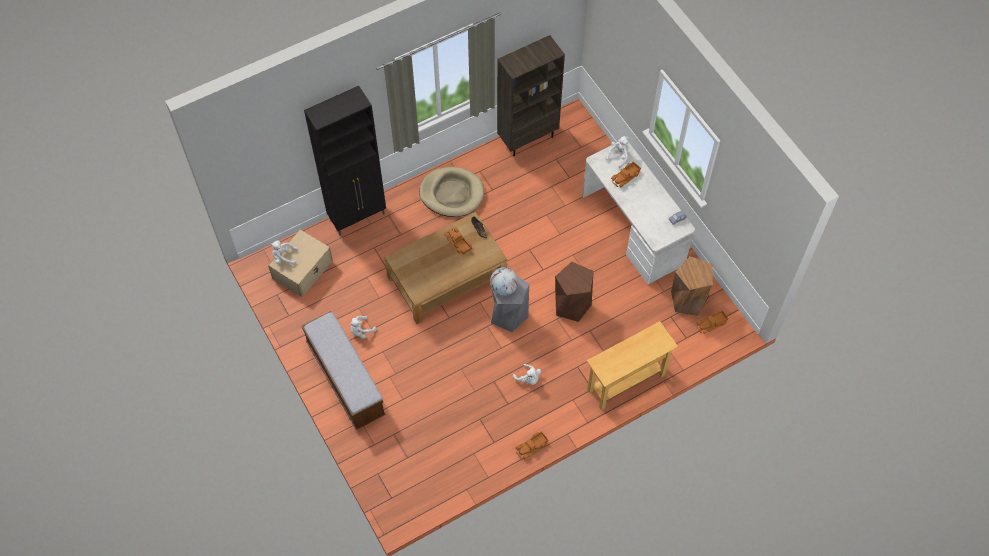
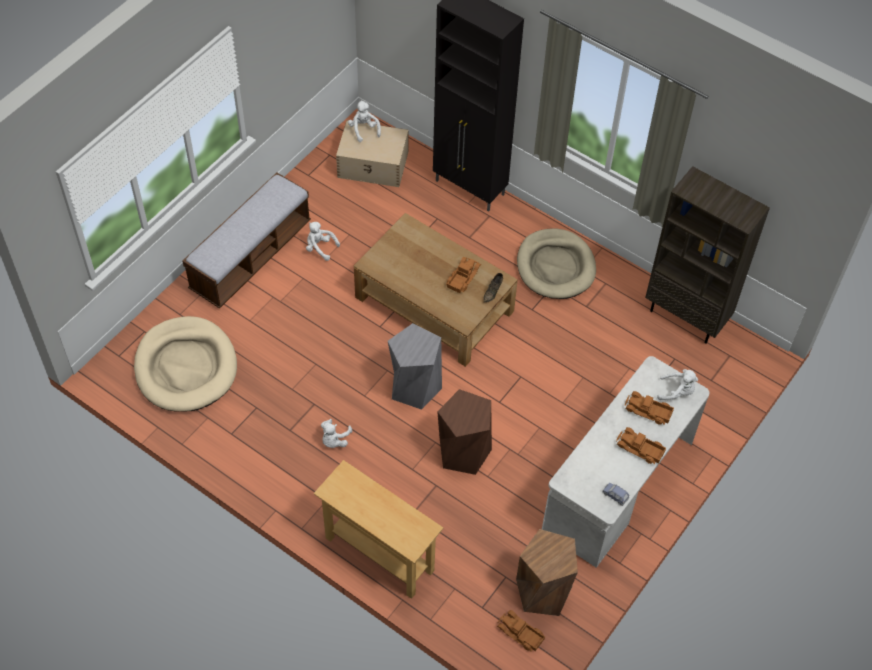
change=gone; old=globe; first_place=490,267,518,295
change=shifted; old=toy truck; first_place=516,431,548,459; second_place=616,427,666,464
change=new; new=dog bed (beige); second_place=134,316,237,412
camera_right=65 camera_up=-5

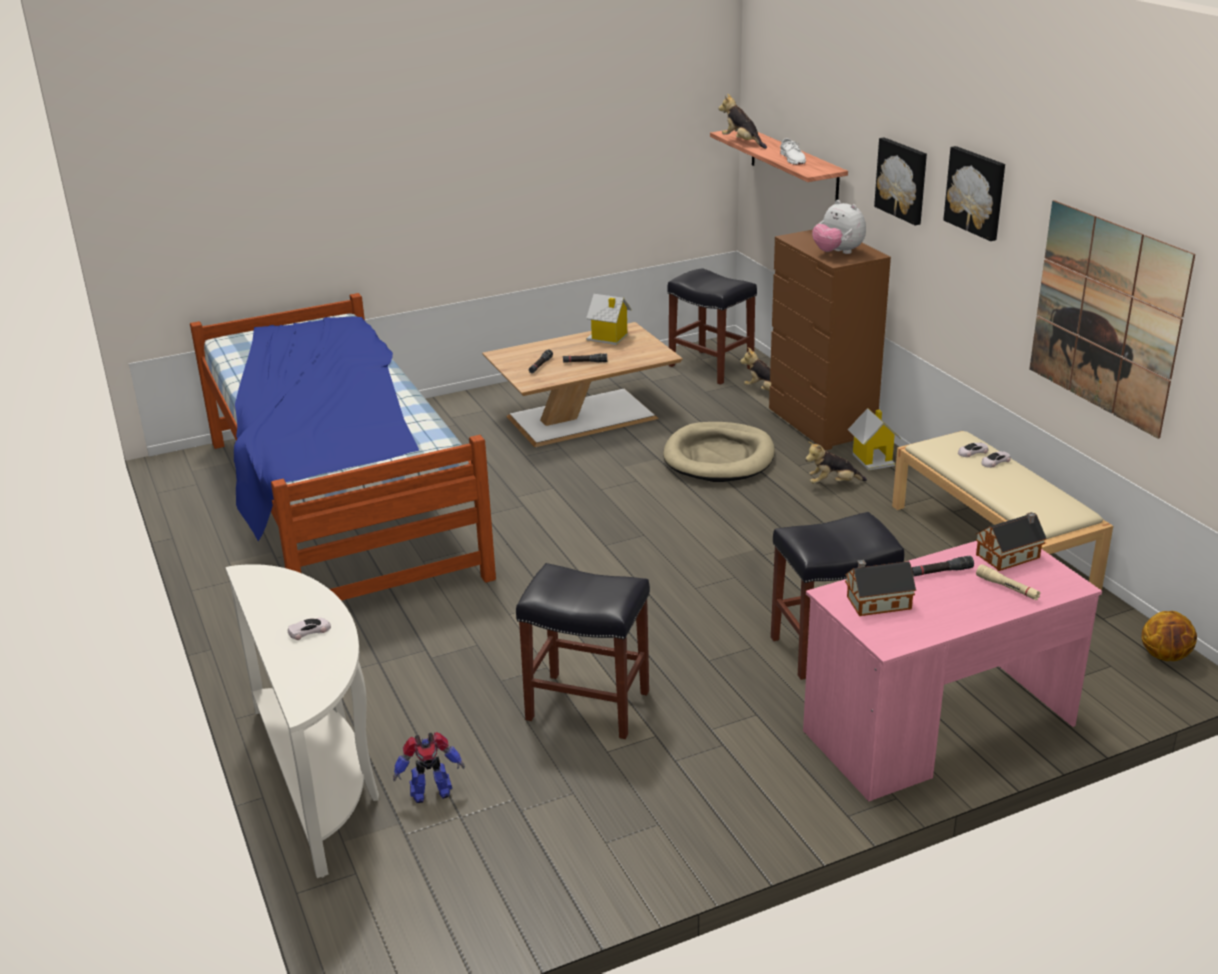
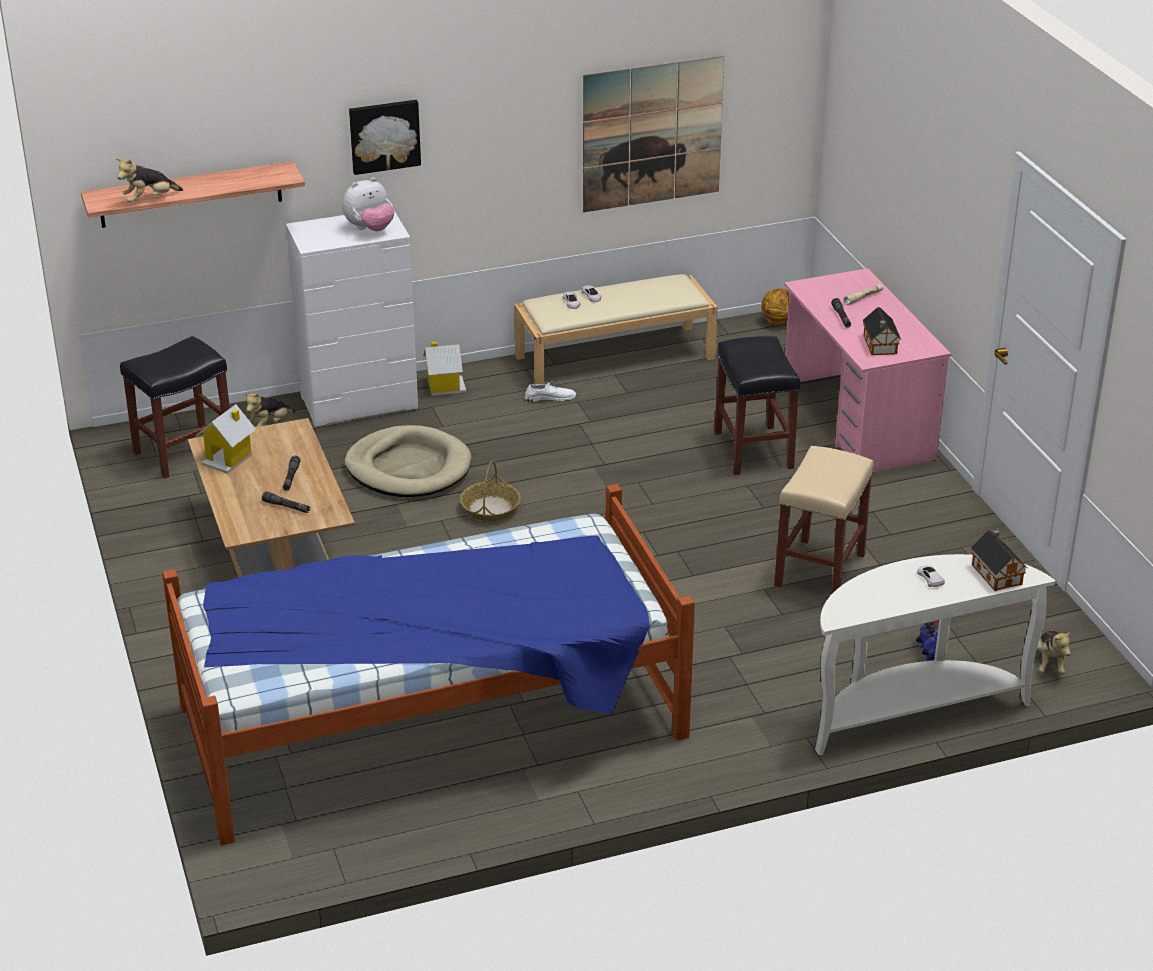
change=repainted; old=stool (black); new=stool (beige); first_place=516,563,650,739; second_place=774,446,874,594
change=repainted; old=dresser (brown); new=dresser (white); first_place=769,230,891,451; second_place=286,211,418,427
change=shifted; old=shoe (white); first_place=780,138,806,165; second_place=525,381,576,402
change=shifted; old=plush toy; first_place=805,441,867,484; second_place=1036,630,1072,674
change=gone; old=picture; first_place=943,146,1005,241
change=shifted; old=toy house; first_place=976,512,1047,571; second_place=971,529,1027,591
change=new; new=basket; second_place=460,461,521,521
camera_right=-85 camera_up=5

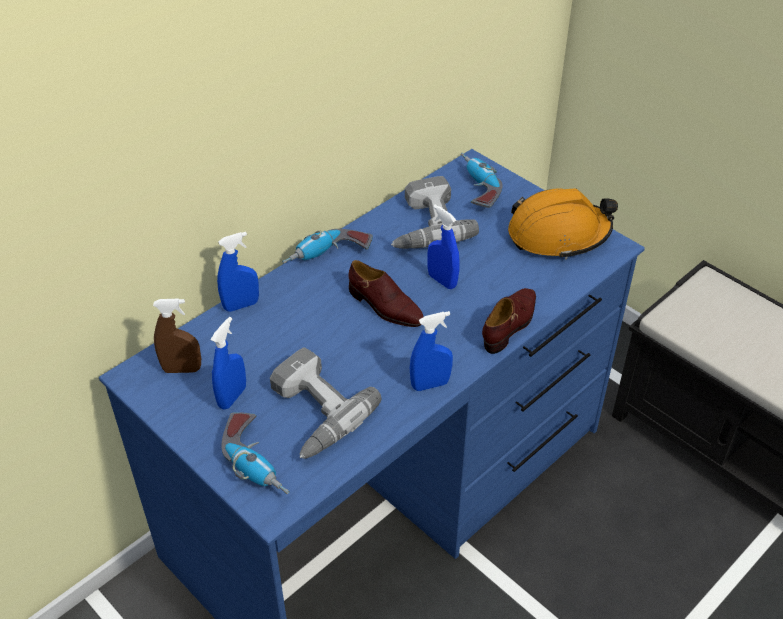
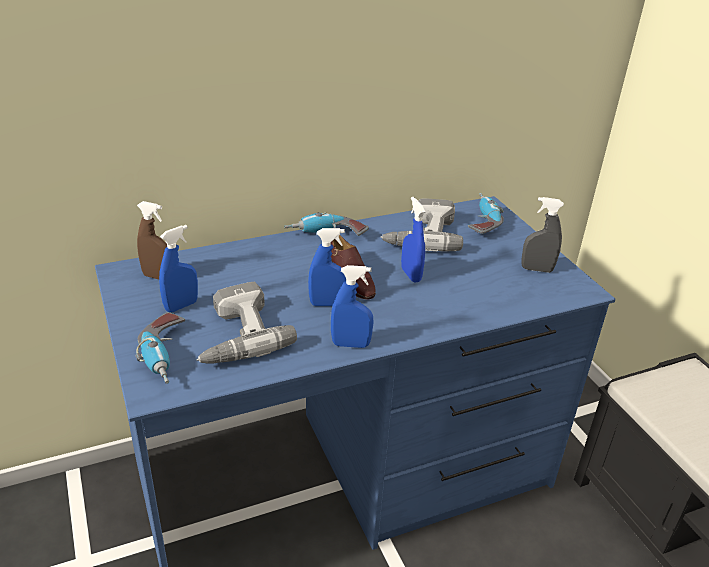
change=shifted; old=spray bottle (blue); first_place=217,232,259,312; second_place=308,228,346,306
change=gone; old=shoe (brown); first_place=482,288,536,354
change=swapped; old=hard hat (orange); new=spray bottle (grey); first_place=508,188,618,260; second_place=521,197,564,273
camera_right=20 camera_up=-10

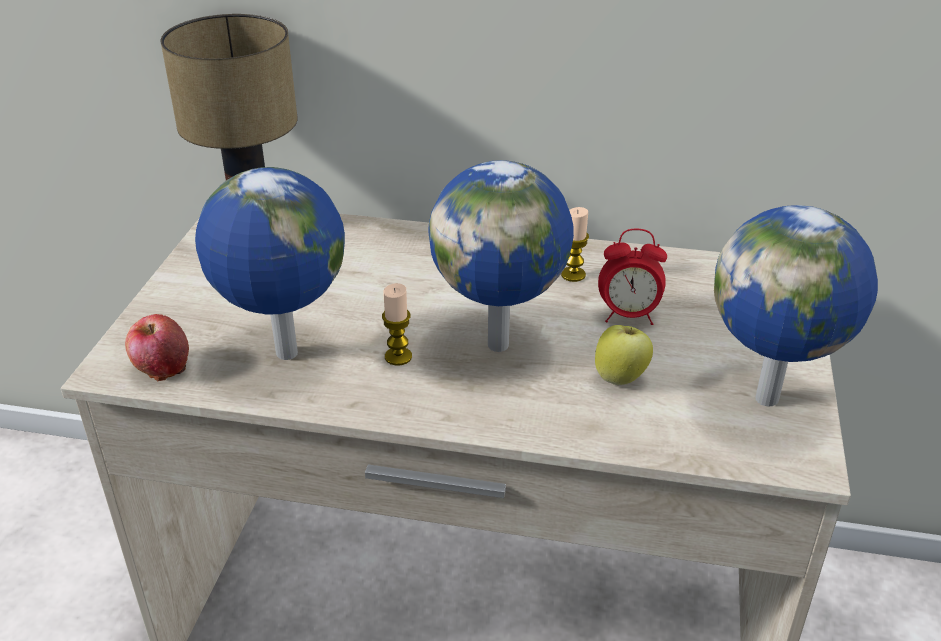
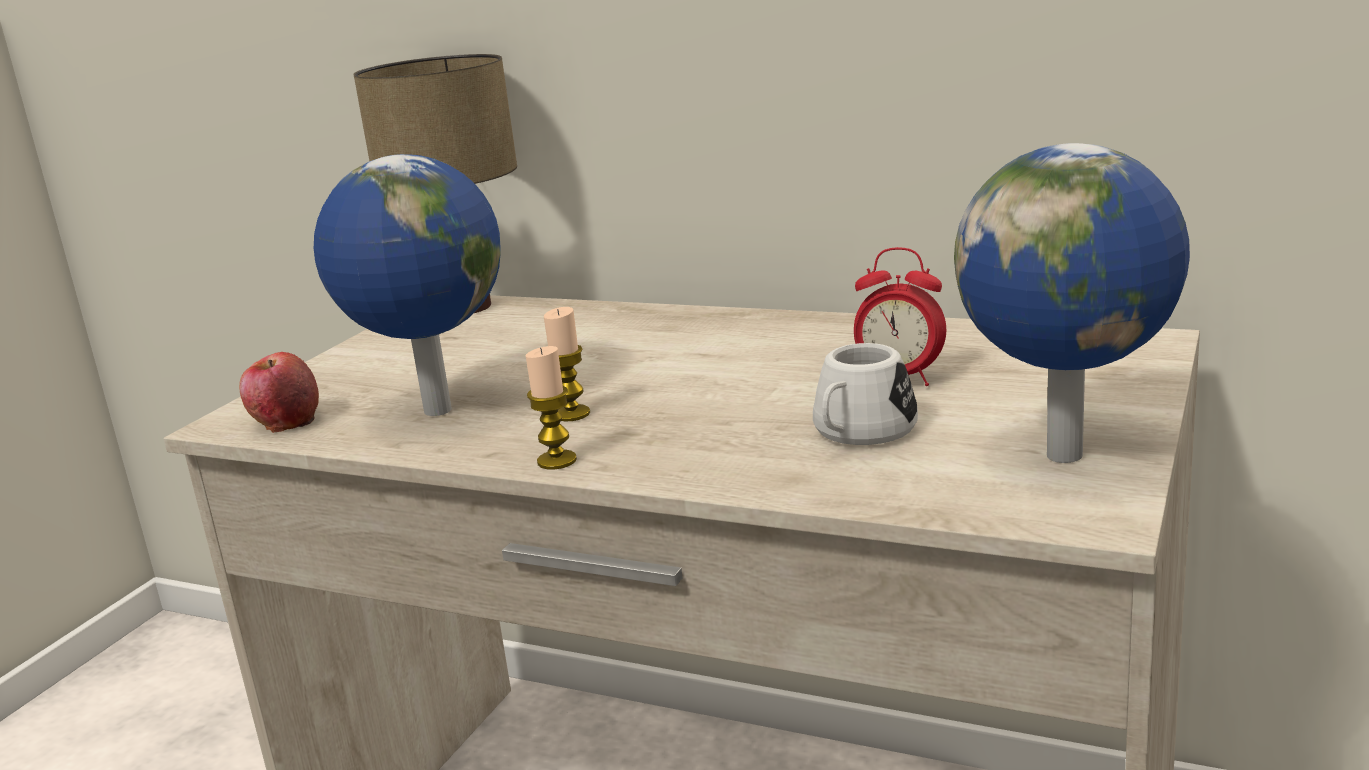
change=gone; old=globe; first_place=428,160,574,352
change=shifted; old=candle; first_place=561,207,589,282; second_place=526,346,577,469
change=swapped; old=apple; new=mug (white); first_place=595,325,653,385; second_place=813,343,918,445
camera_right=15 camera_up=-15

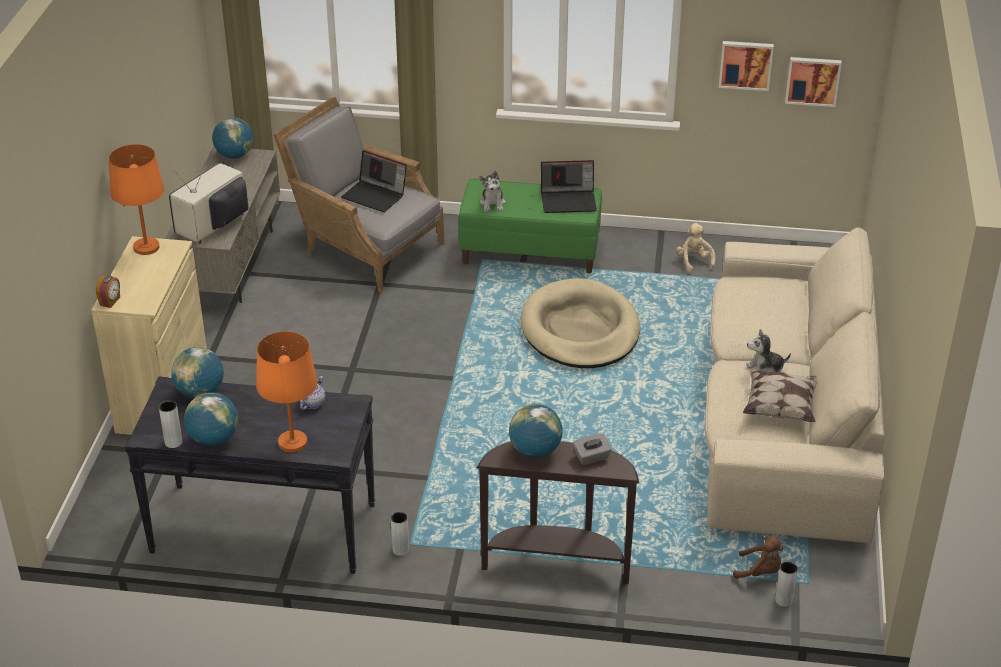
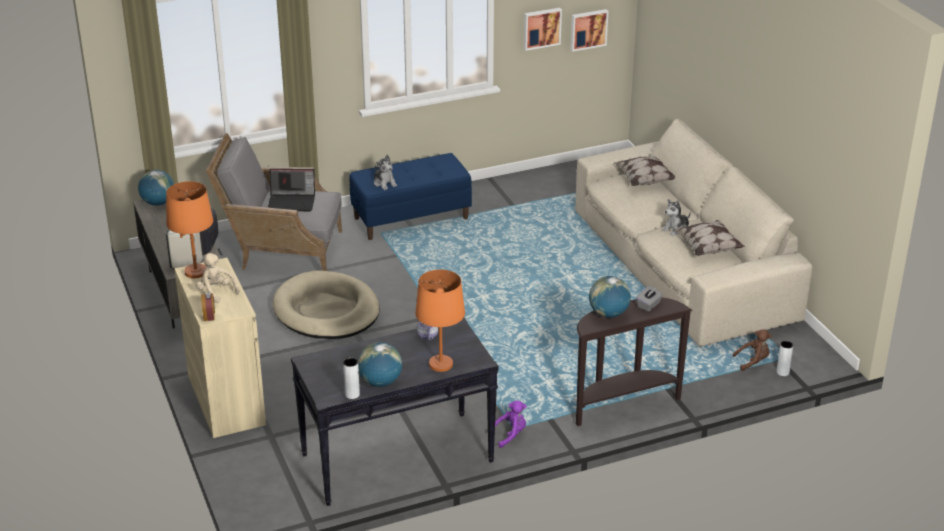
change=gone; old=globe; first_place=171,347,224,399
change=swapped; old=vase (grey); new=plush toy (purple); first_place=391,512,409,556; second_place=495,400,527,448
change=repainted; old=bench (green); new=bench (blue); first_place=458,179,602,273; second_place=349,153,472,240
change=shifted; old=dog bed (beige); first_place=521,278,640,368; second_place=273,270,380,339
change=gone; old=laptop; first_place=541,160,597,213
change=shifted; old=plush toy (beige); first_place=676,223,715,272; second_place=196,253,240,303
change=new; new=pillow; second_place=613,156,675,186
camera_right=-30 camera_up=-5

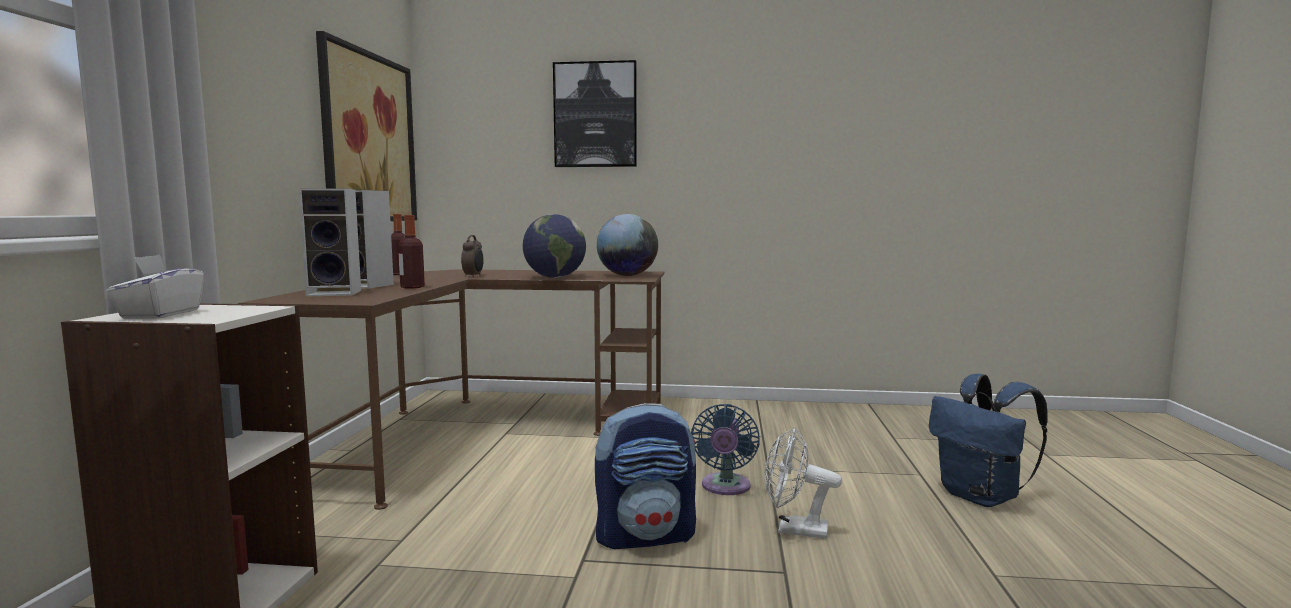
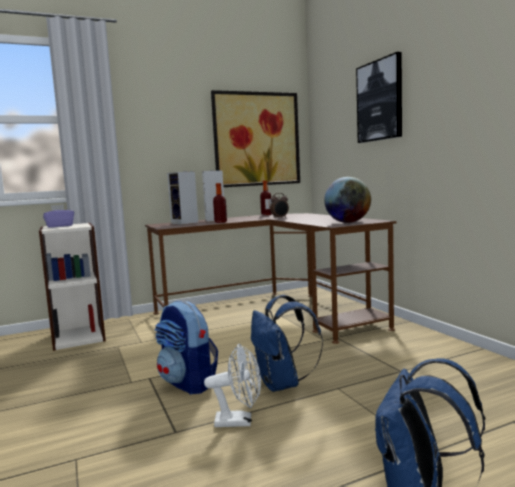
change=repainted; old=tissue box (white); new=tissue box (purple); first_place=107,254,204,318; second_place=43,204,74,228
change=gone; old=globe; first_place=523,214,586,278
change=swapped; old=fan (blue); new=backpack (blue); first_place=691,404,760,495; second_place=251,295,323,392
change=rotated; old=fan (white); first_place=765,427,842,539; second_place=204,344,261,427; degrees=105
camera_right=60 camera_up=0

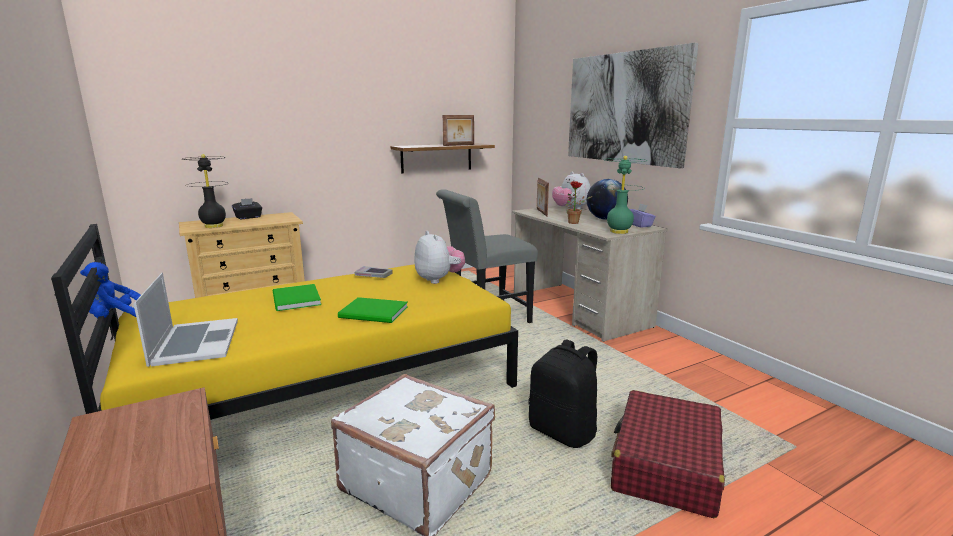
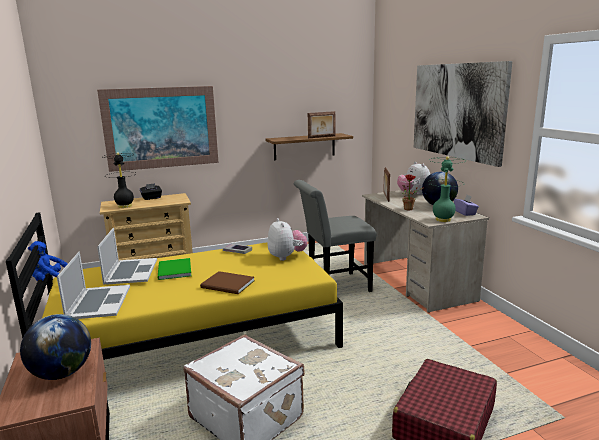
change=repainted; old=book (green); new=book (brown); first_place=338,297,408,323; second_place=200,271,255,294
change=gone; old=backpack (black); first_place=528,340,597,448
change=new; new=globe; second_place=20,314,91,380
change=new; new=picture; second_place=97,86,219,172
change=new; new=laptop; second_place=97,228,157,285
camera_right=10 camera_up=0

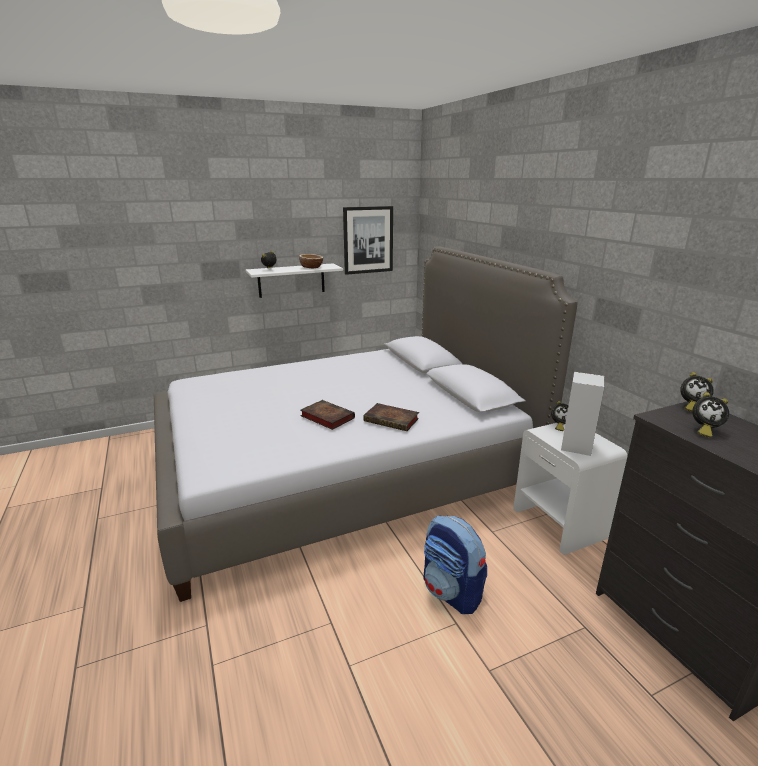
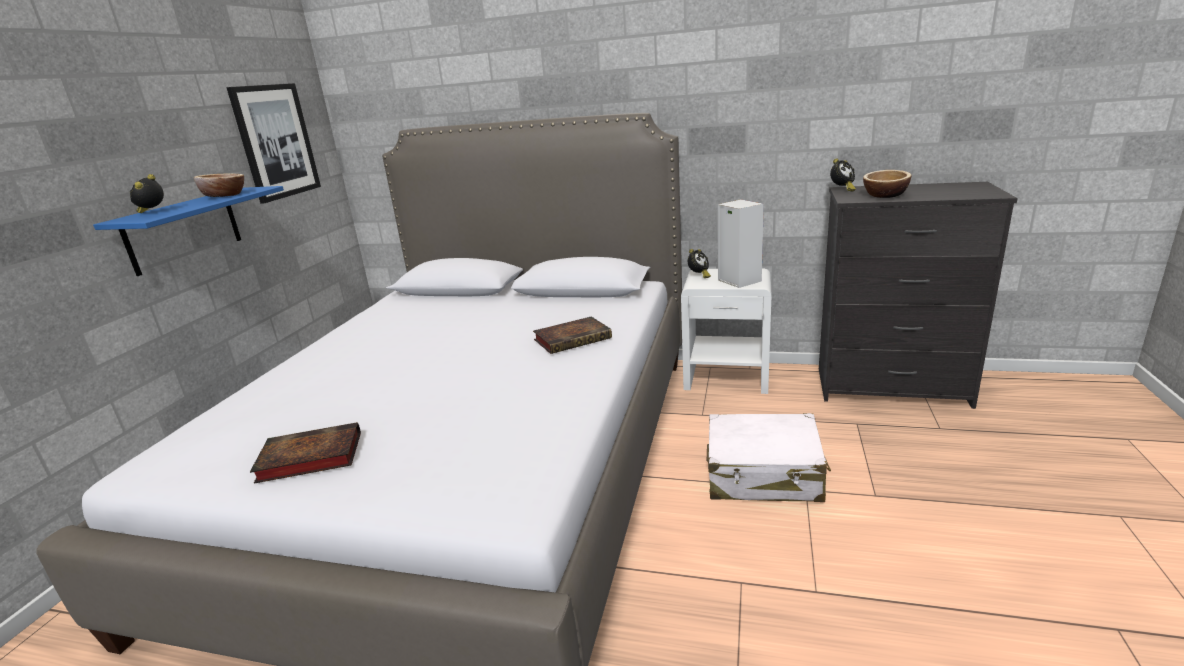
change=repainted; old=shelf (white); new=shelf (blue); first_place=246,263,343,298; second_place=93,186,284,276
change=shifted; old=book; first_place=301,400,355,430; second_place=250,422,361,484
change=swapped; old=backpack; new=suitcase (white); first_place=423,515,487,614; second_place=707,413,831,502
change=swapped; old=alarm clock; new=bowl; first_place=692,392,729,438; second_place=863,170,912,198
camera_right=-50 camera_up=0

